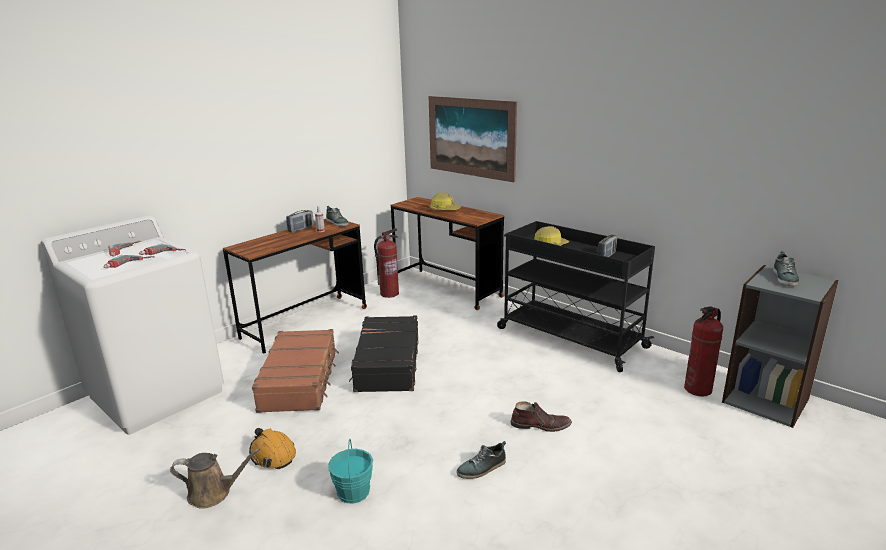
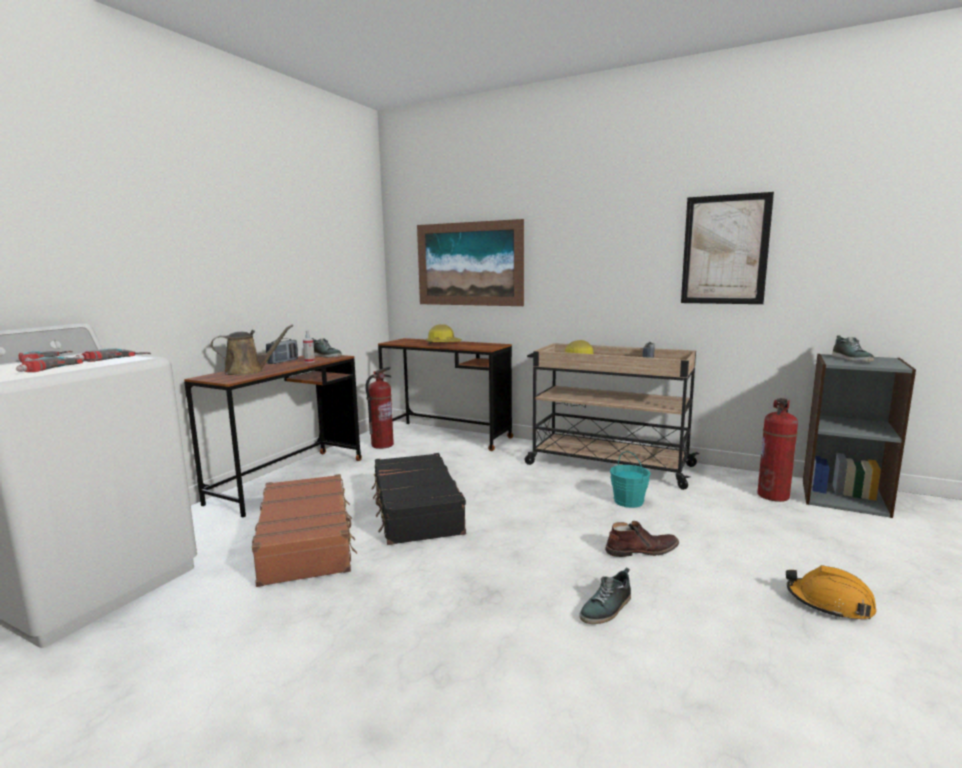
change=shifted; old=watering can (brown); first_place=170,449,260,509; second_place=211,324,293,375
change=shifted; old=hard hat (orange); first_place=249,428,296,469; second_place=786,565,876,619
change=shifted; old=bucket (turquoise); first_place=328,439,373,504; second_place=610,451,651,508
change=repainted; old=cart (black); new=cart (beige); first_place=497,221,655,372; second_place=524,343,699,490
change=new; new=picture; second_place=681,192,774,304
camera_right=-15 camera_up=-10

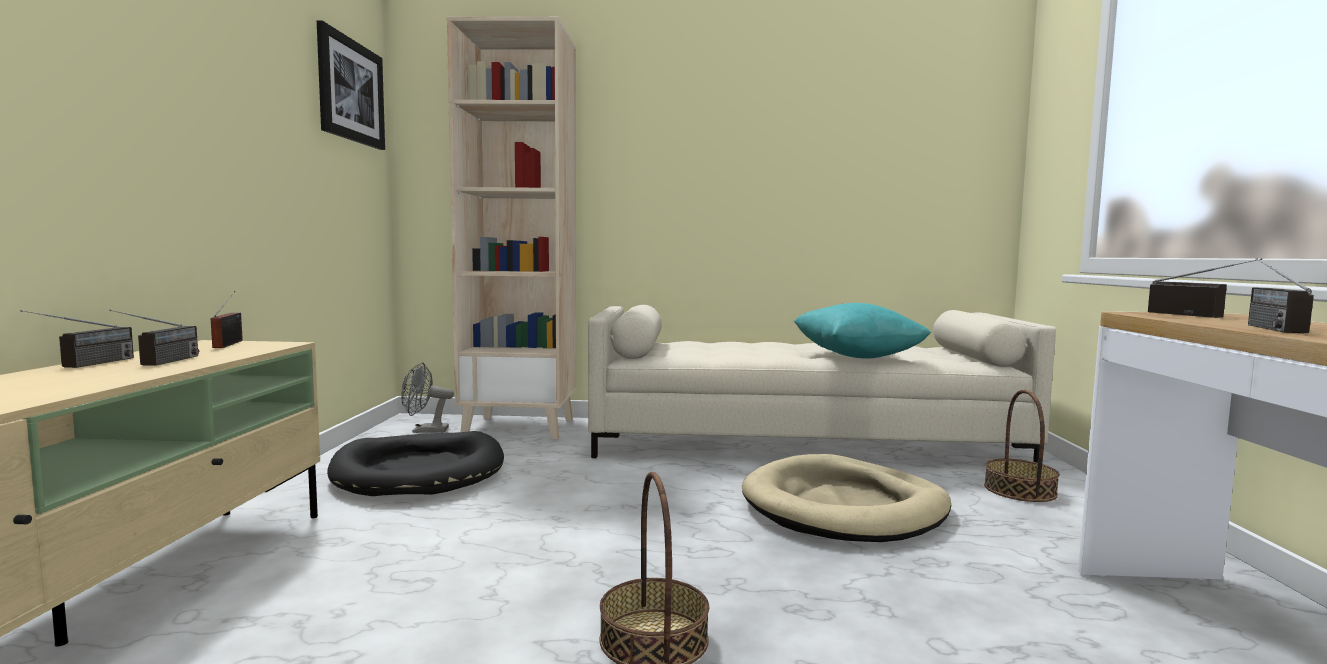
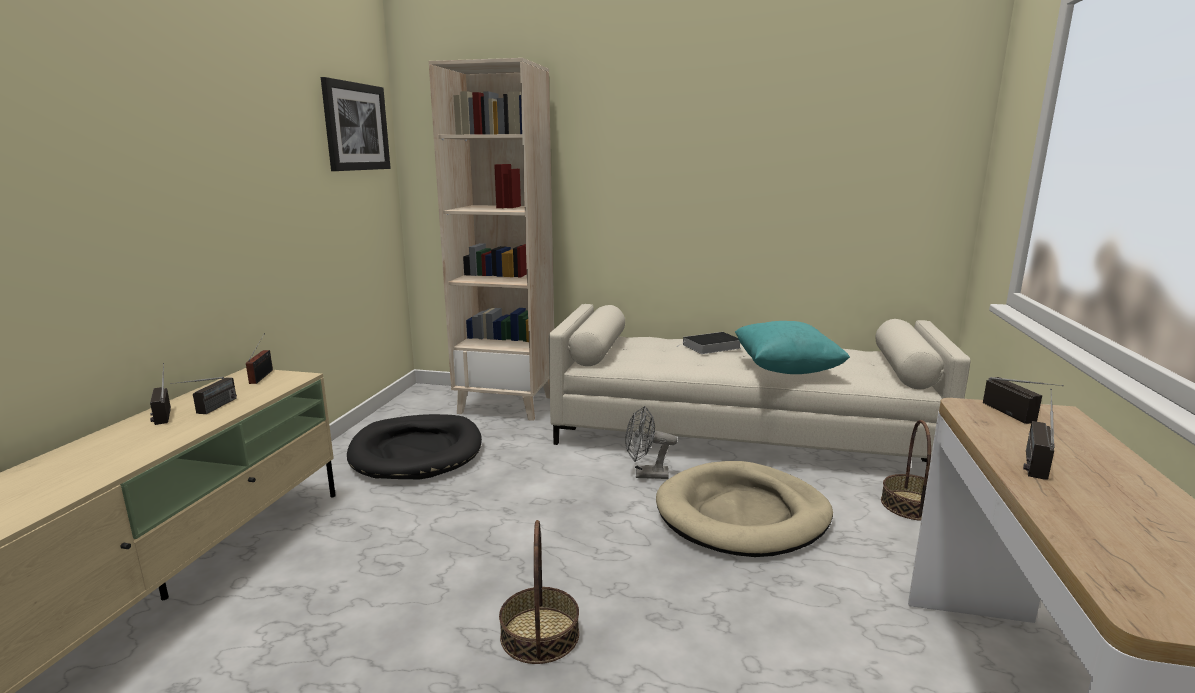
change=rotated; old=radio; first_place=20,310,134,368; second_place=150,363,171,425; degrees=135
change=shifted; old=fan (grey); first_place=401,362,454,433; second_place=625,406,677,479
change=new; new=book; second_place=676,332,741,354
camera_right=10 camera_up=10

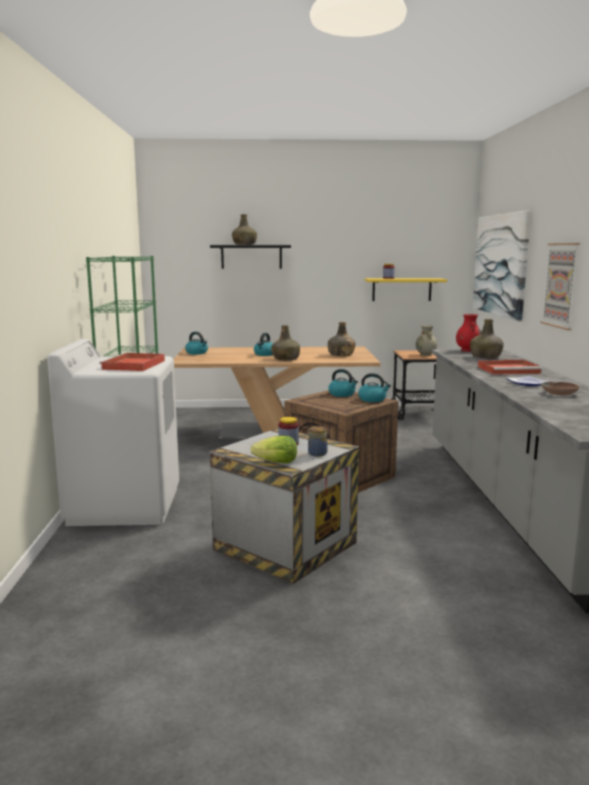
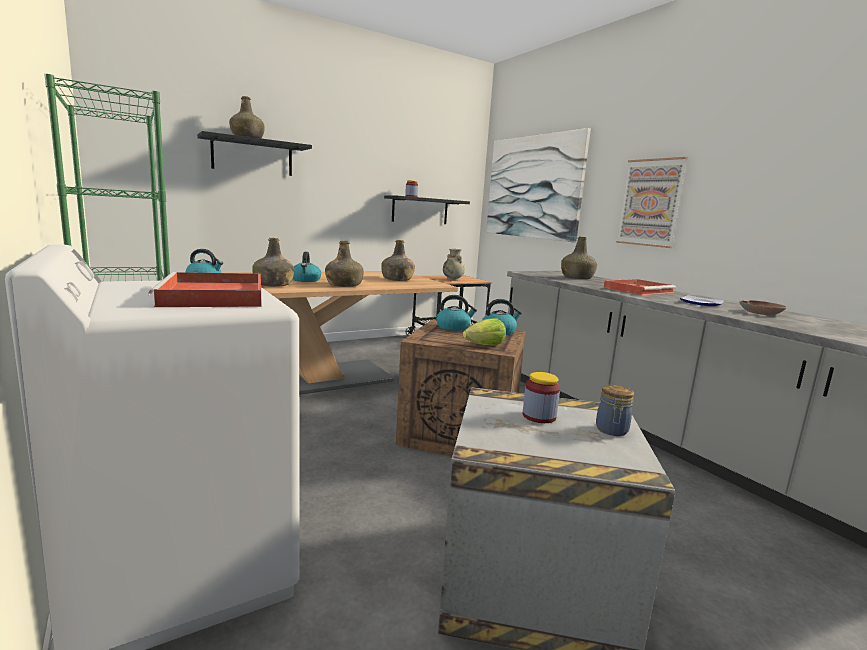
change=shifted; old=lettuce; first_place=251,436,297,463; second_place=463,318,506,346
change=repainted; old=shelf (yellow); new=shelf (black); first_place=365,278,447,301; second_place=384,195,470,224
change=gone; old=vase (red); first_place=456,314,481,352
change=new; new=bottle (green); second_place=252,238,294,287
camera_right=-30 camera_up=0

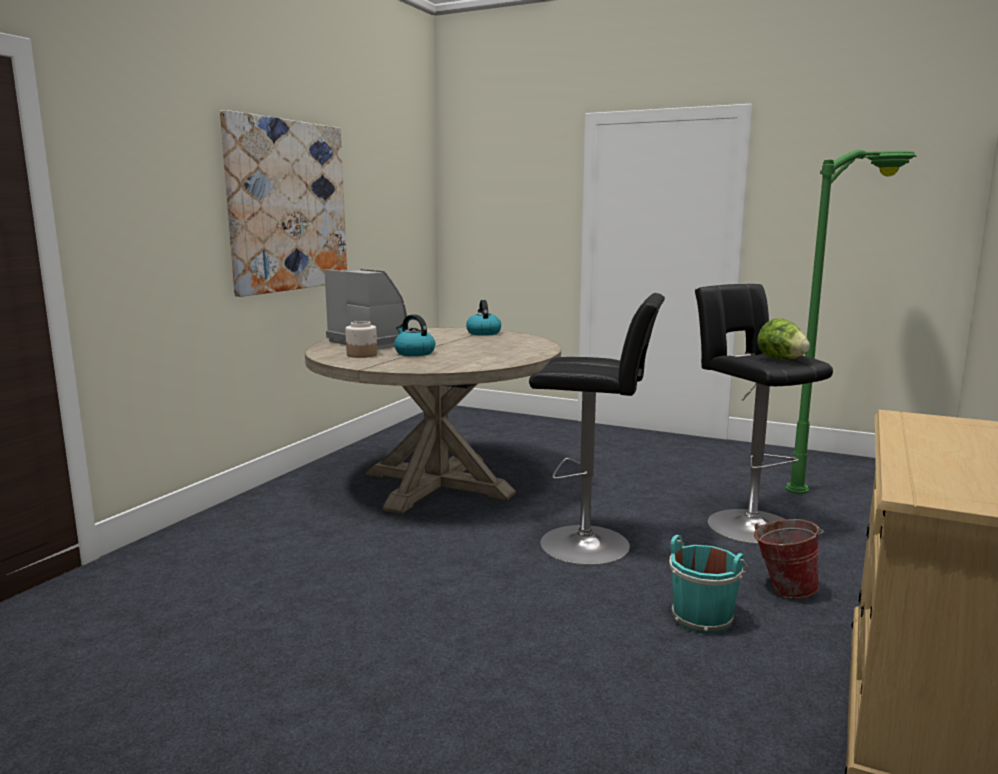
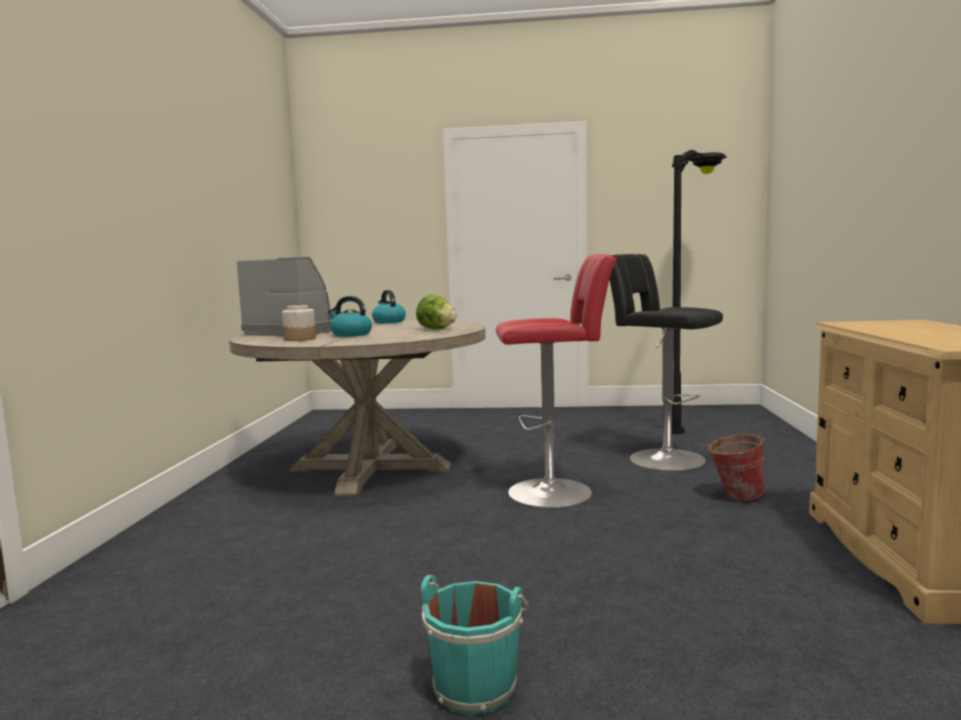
change=gone; old=picture; first_place=220,110,347,297
change=repainted; old=stool (black); new=stool (red); first_place=529,293,665,565; second_place=496,254,617,508
change=shifted; old=bucket (turquoise); first_place=669,535,749,634; second_place=421,575,529,715
change=shifted; old=lettuce; first_place=757,318,810,360; second_place=416,295,457,329
change=repainted; old=floor lamp (green); new=floor lamp (black); first_place=785,149,917,494; second_place=672,150,727,434
camera_right=-20 camera_up=-5

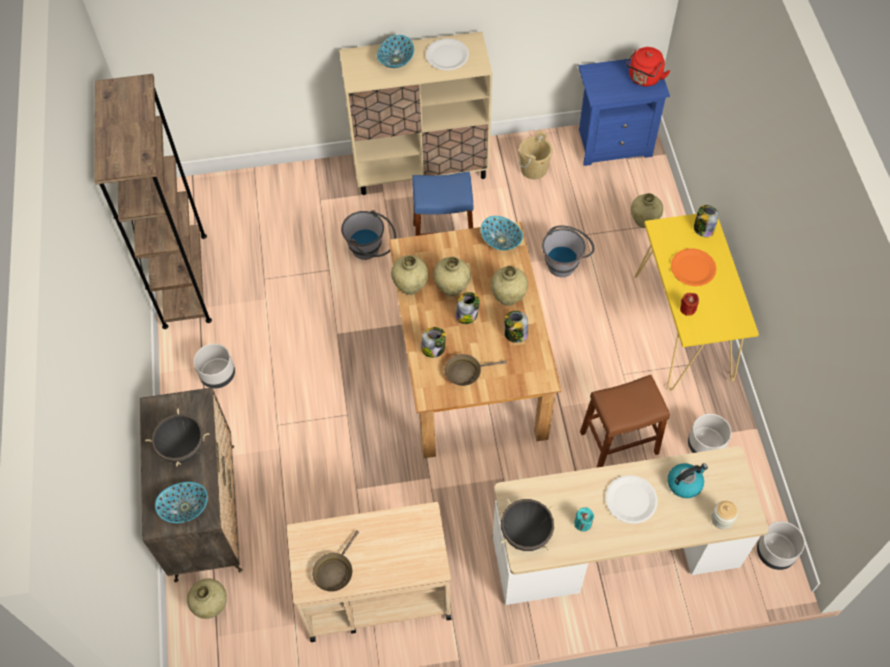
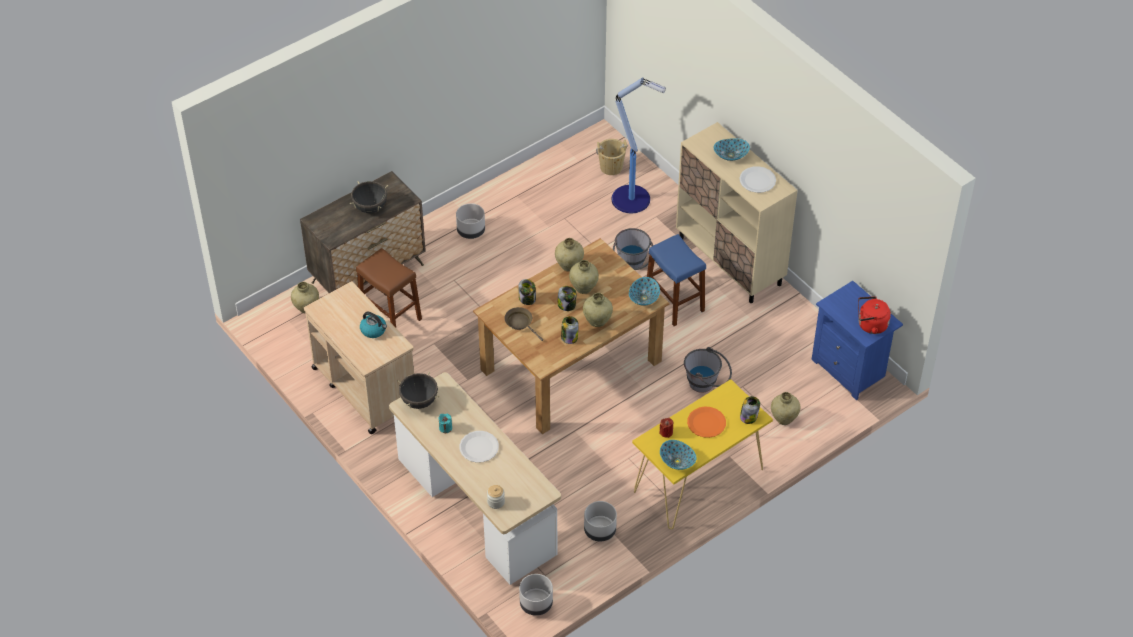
change=gone; old=bookcase (brown); first_place=94,74,212,329
change=shifted; old=bowl; first_place=155,482,208,523; second_place=660,440,697,470
change=gone; old=frying pan (brown); first_place=312,530,359,592
change=shifted; old=bucket (beige); first_place=518,131,553,180; second_place=596,139,628,175
change=shifted; old=stool (brown); first_place=580,375,670,468; second_place=356,248,422,327
change=shifted; old=kettle; first_place=668,463,708,498; second_place=360,312,387,338
change=new; new=floor lamp; second_place=612,77,666,213
camera_right=60 camera_up=-10

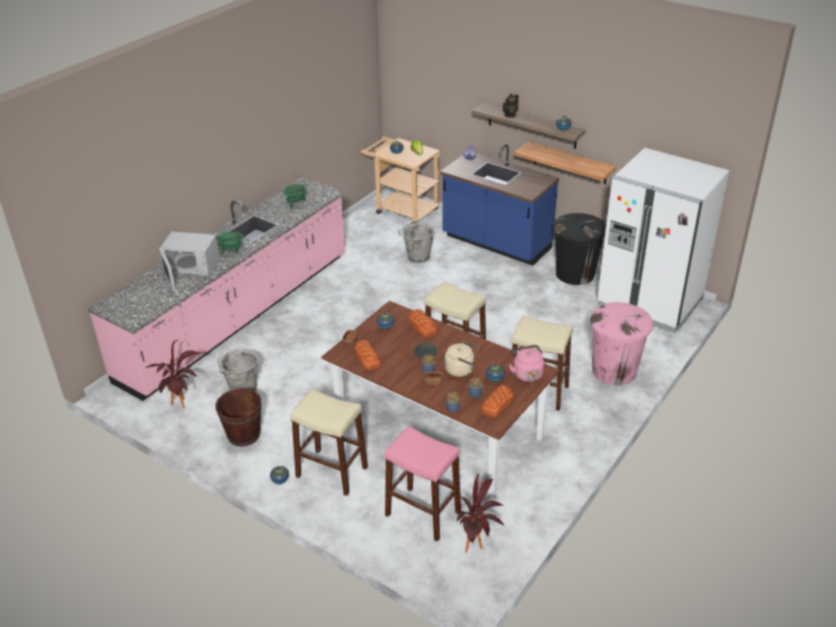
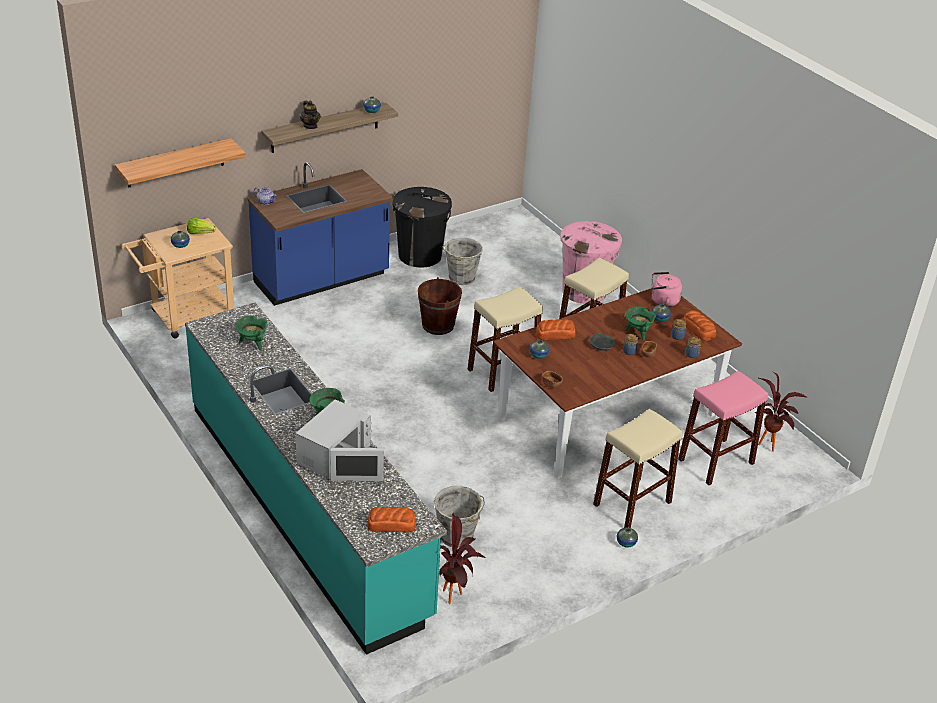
change=repainted; old=counter (pink); new=counter (turquoise); first_place=88,177,345,401; second_place=185,302,447,655
change=shifted; old=bucket (brown); first_place=216,388,261,446; second_place=418,277,462,335
change=shifted; old=bread; first_place=354,340,381,371; second_place=368,507,416,532
change=shifted; old=bucket (grey); first_place=399,223,434,263; second_place=442,238,483,285
change=swapped; old=kettle (beige); new=cooking pot (green); first_place=445,341,478,377; second_place=625,306,656,341
change=shifted; old=shelf; first_place=514,142,616,184; second_place=115,138,246,188
change=gone; old=fridge (white); first_place=597,148,729,333
camera_right=-70 camera_up=0

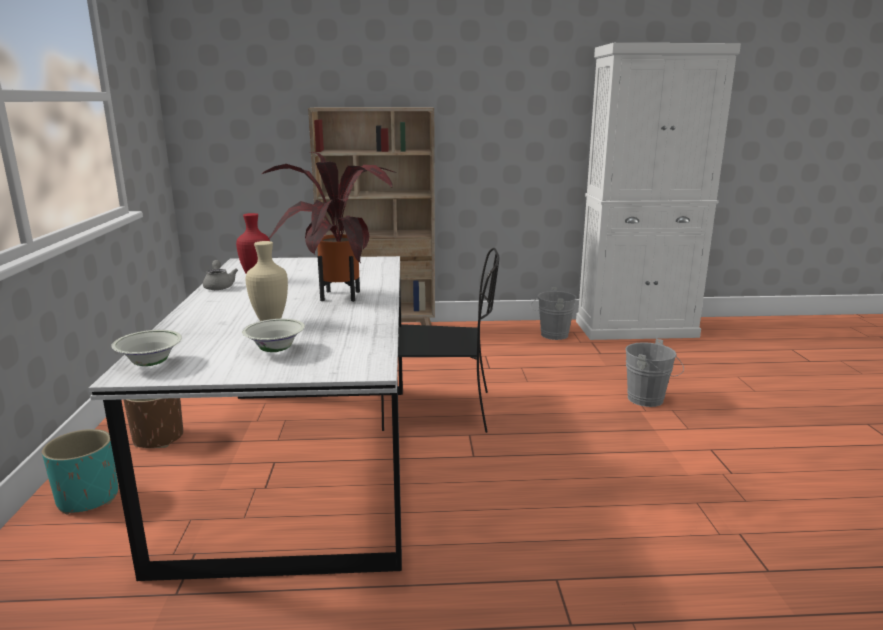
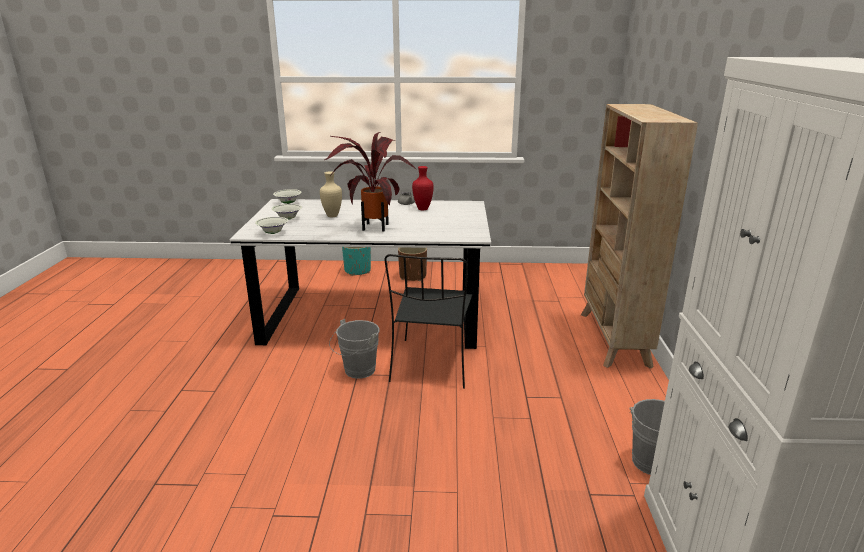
change=shifted; old=bucket (grey); first_place=625,339,684,407; second_place=329,319,379,379
change=new; new=bowl (white); second_place=255,217,288,234
camera_right=95 camera_up=5

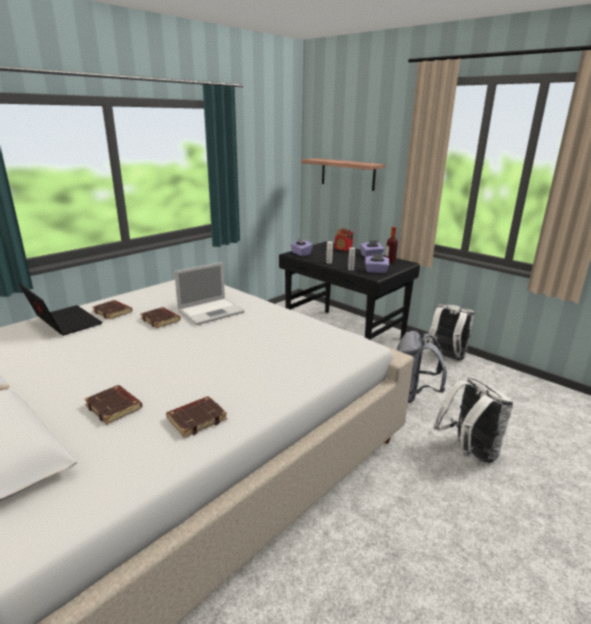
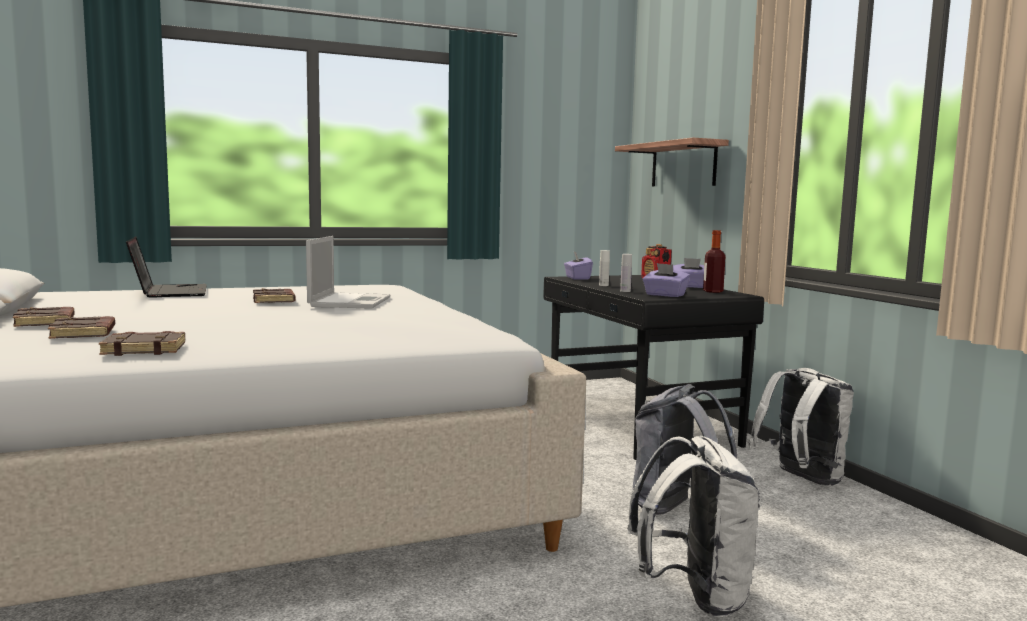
change=shifted; old=book (brown); first_place=92,300,132,320; second_place=13,307,75,327
change=rotated; old=laptop; first_place=174,262,245,325; second_place=306,236,390,309; degrees=-75
camera_right=25 camera_up=-15

